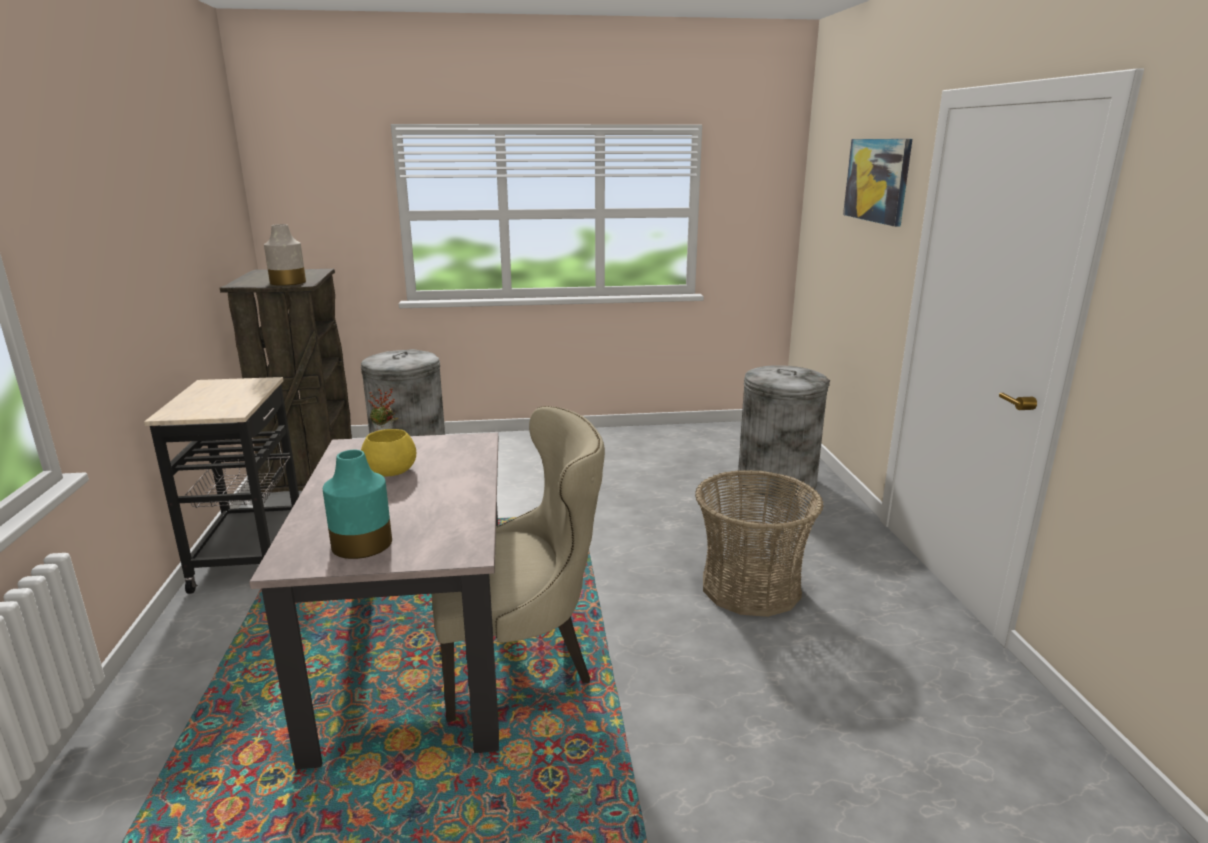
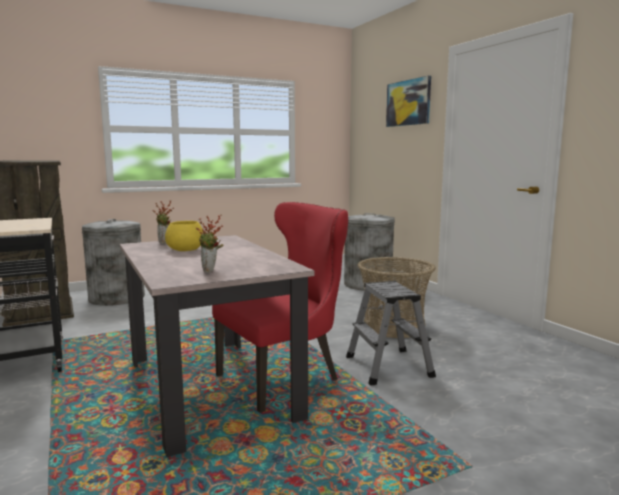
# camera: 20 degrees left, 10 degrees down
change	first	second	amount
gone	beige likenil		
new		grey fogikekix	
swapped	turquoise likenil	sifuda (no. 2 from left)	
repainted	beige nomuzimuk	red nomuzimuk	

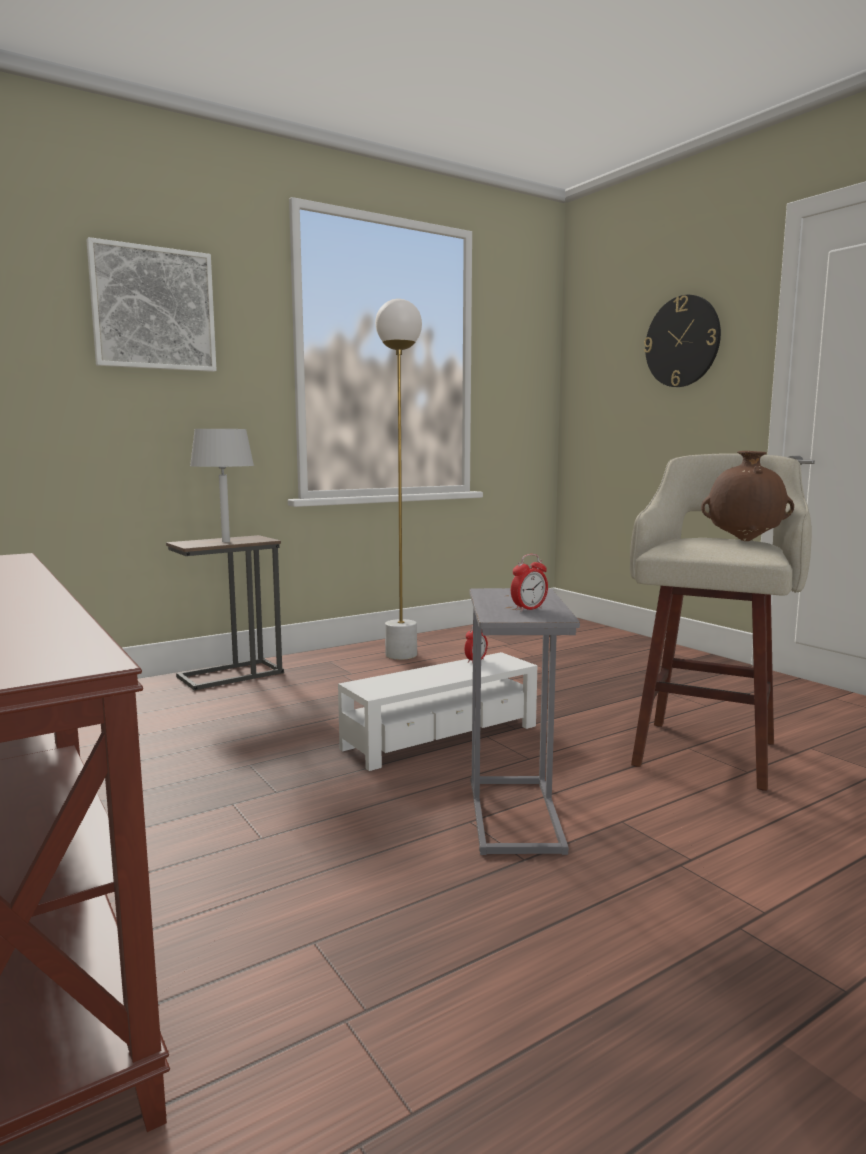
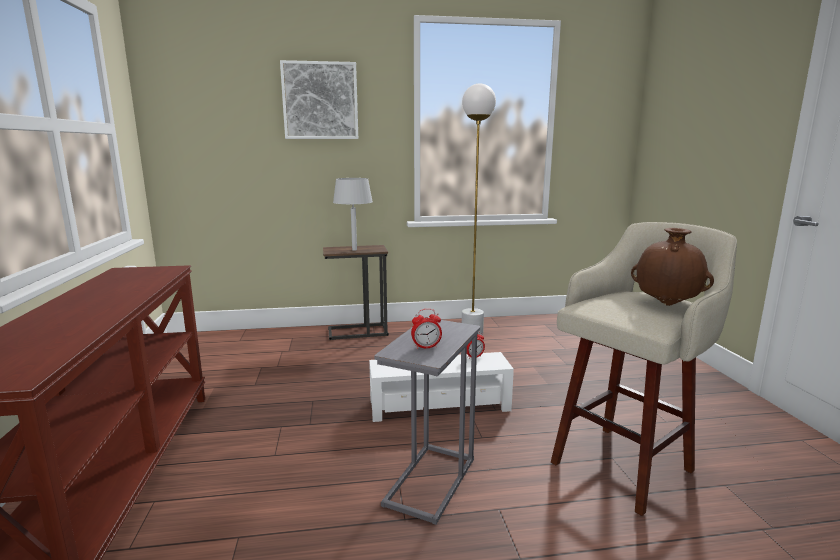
# camera: 25 degrees right, 5 degrees up
change	first	second	amount
gone	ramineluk		

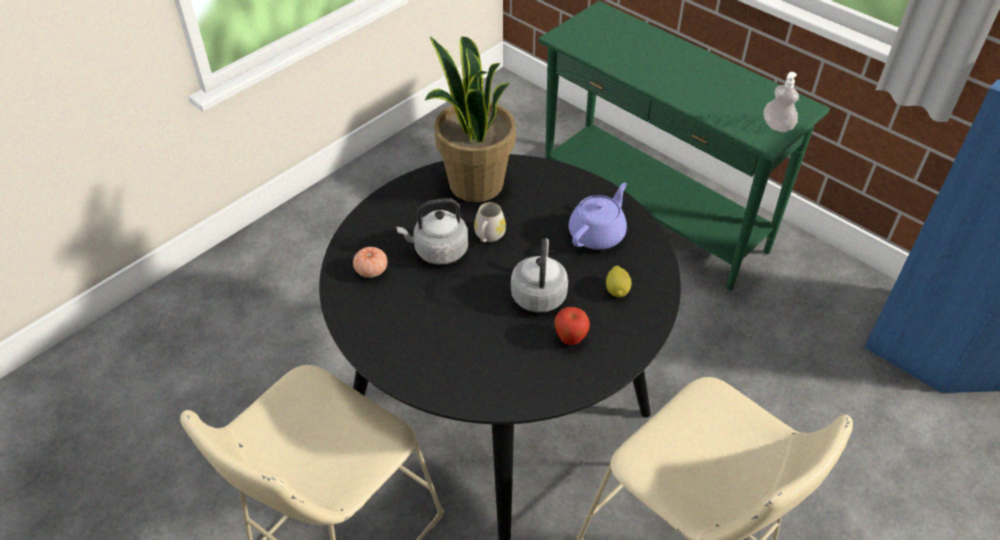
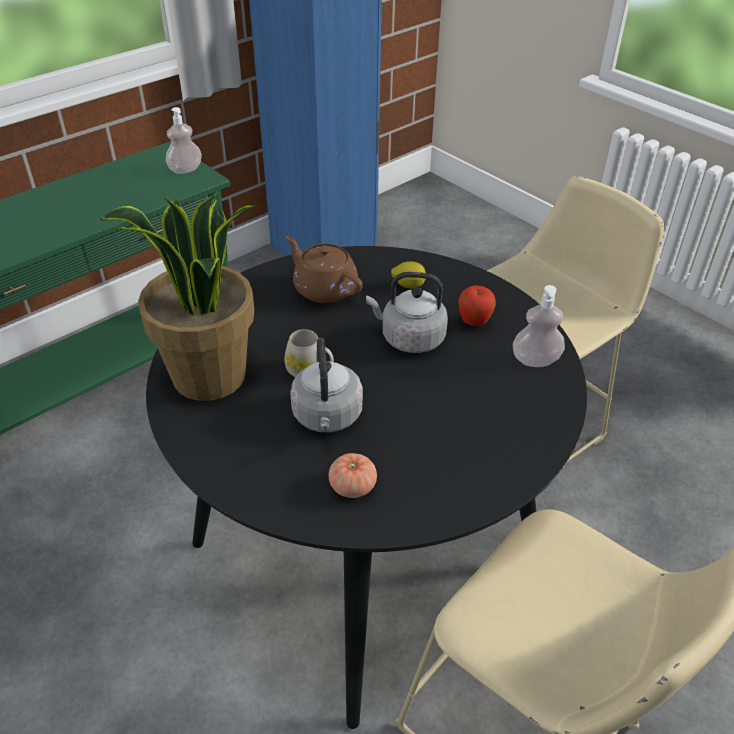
# camera: 85 degrees left, 5 degrees down
change	first	second	amount
new		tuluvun (no. 2 from left)	
repainted	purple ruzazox	brown ruzazox	

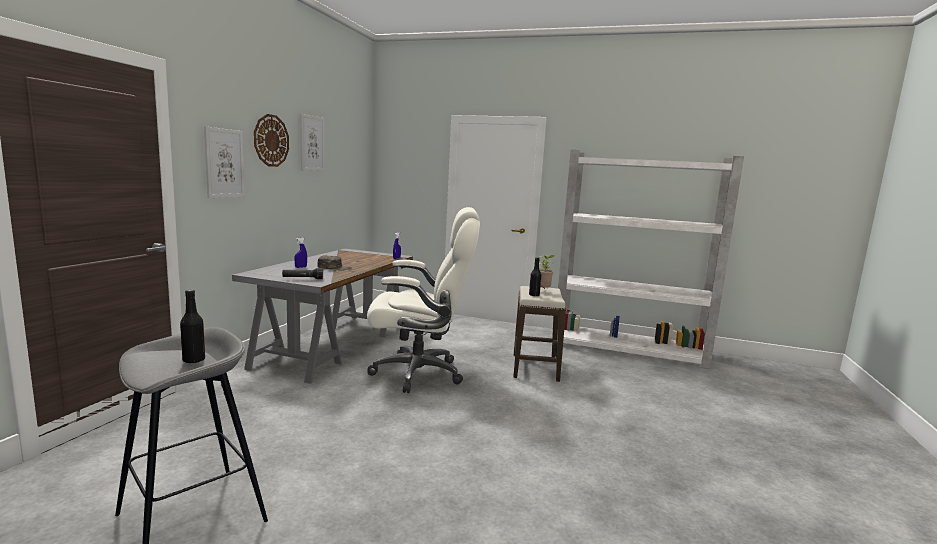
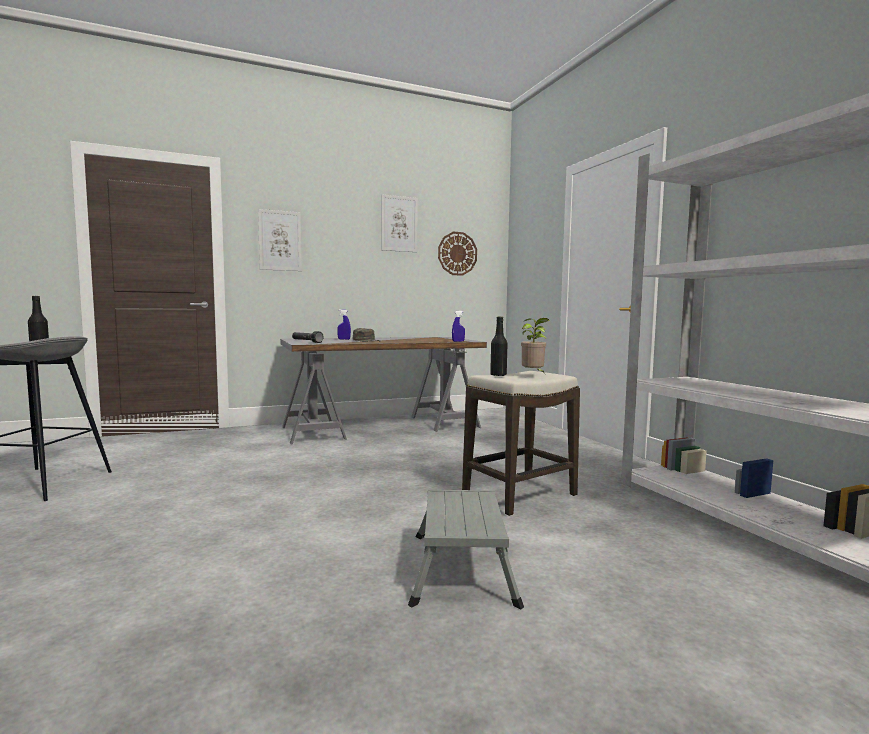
# camera: 50 degrees right, 5 degrees down
change	first	second	amount
gone	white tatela		
new		grey fogikekix	
shifted	ramineluk		

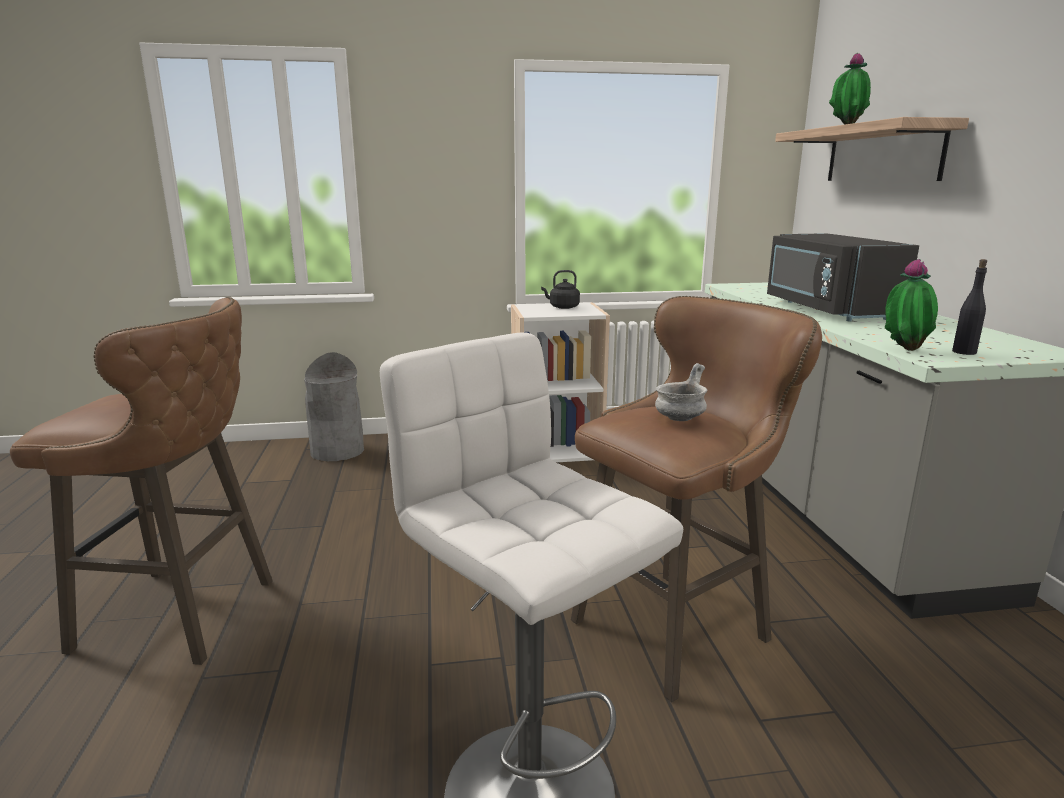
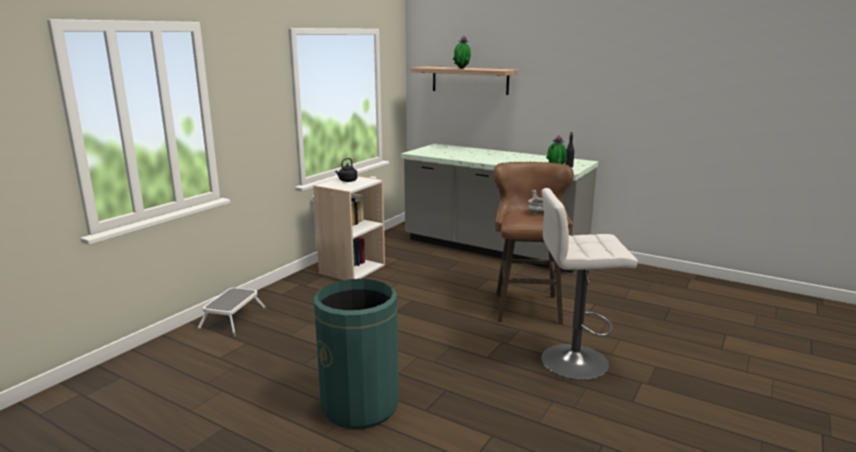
# camera: 50 degrees left, 0 degrees up
change	first	second	amount
gone	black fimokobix		
swapped	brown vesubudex (no. 1 from left)	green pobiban	
swapped	grey pobiban	grey fogikekix	

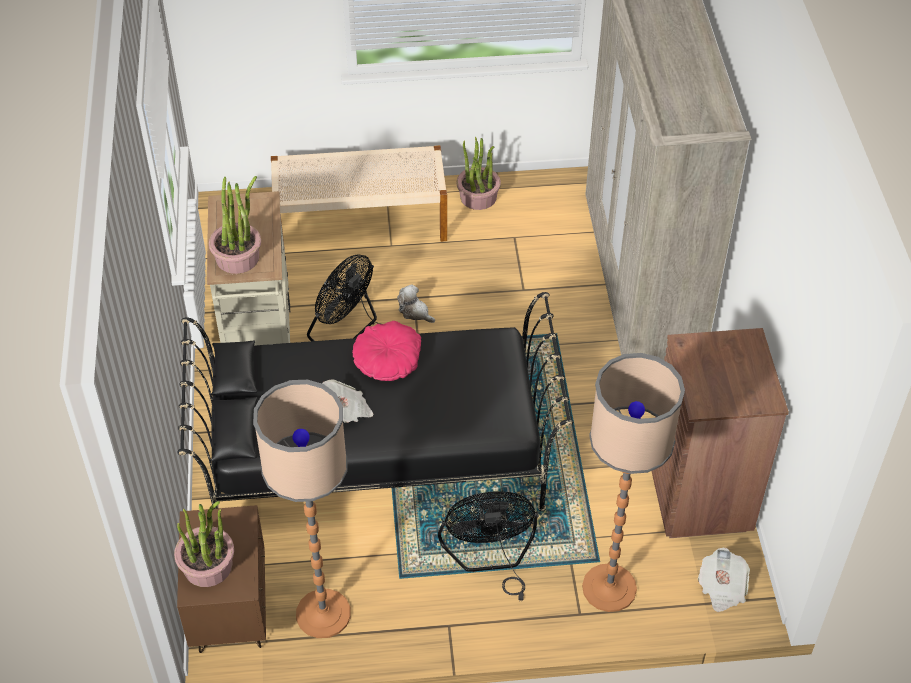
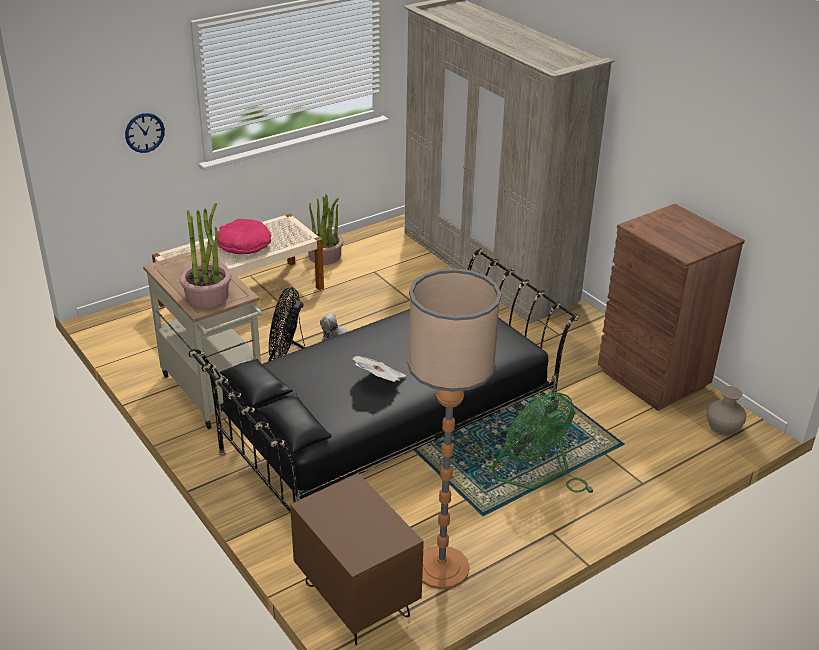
# camera: 30 degrees left, 15 degrees down
change	first	second	amount
gone	sifuda (no. 1 from left)		
gone	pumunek (no. 2 from left)		
new		ramineluk	
shifted	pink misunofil		
swapped	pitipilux (no. 2 from left)	beige likenil	
repainted	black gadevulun (no. 2 from left)	green gadevulun	

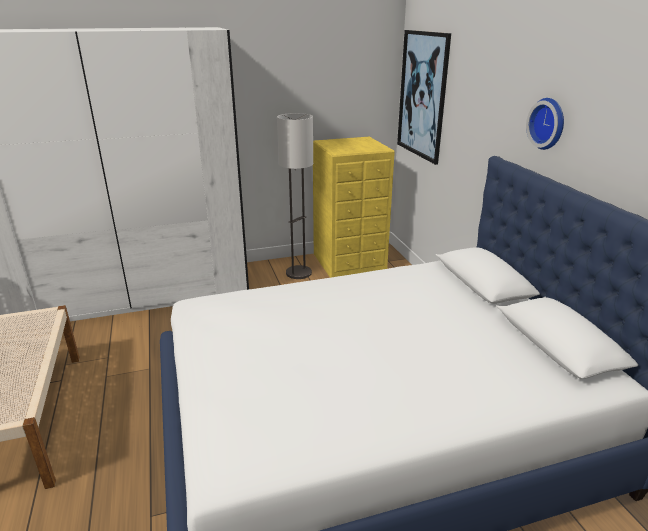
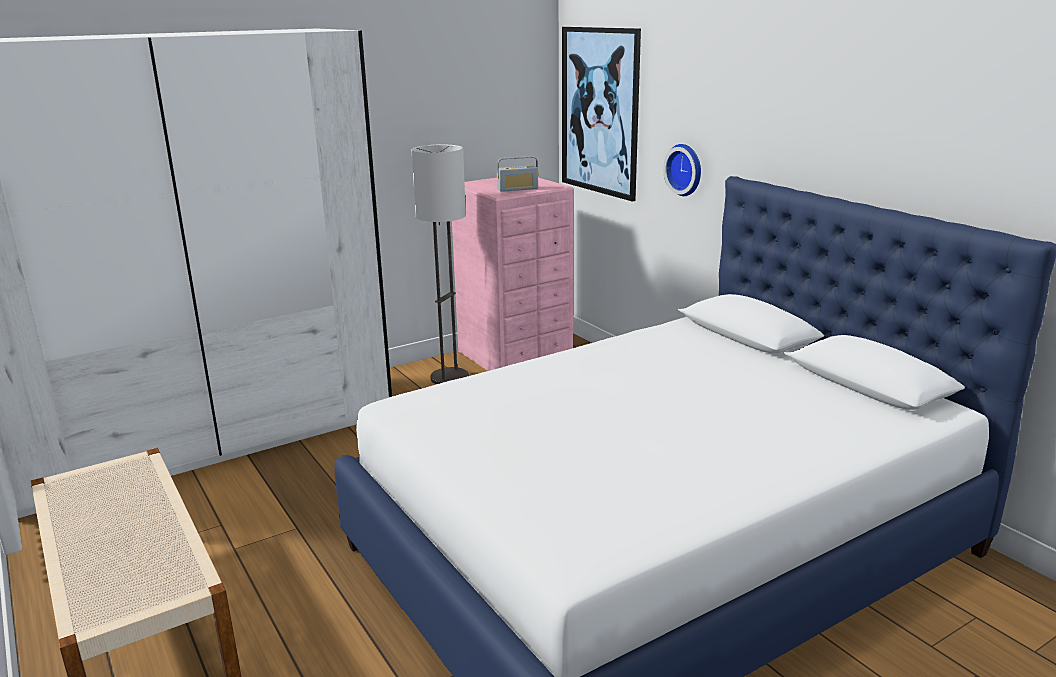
# camera: 15 degrees left, 5 degrees down
change	first	second	amount
new		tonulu	
shifted	ramineluk		
repainted	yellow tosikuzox	pink tosikuzox	

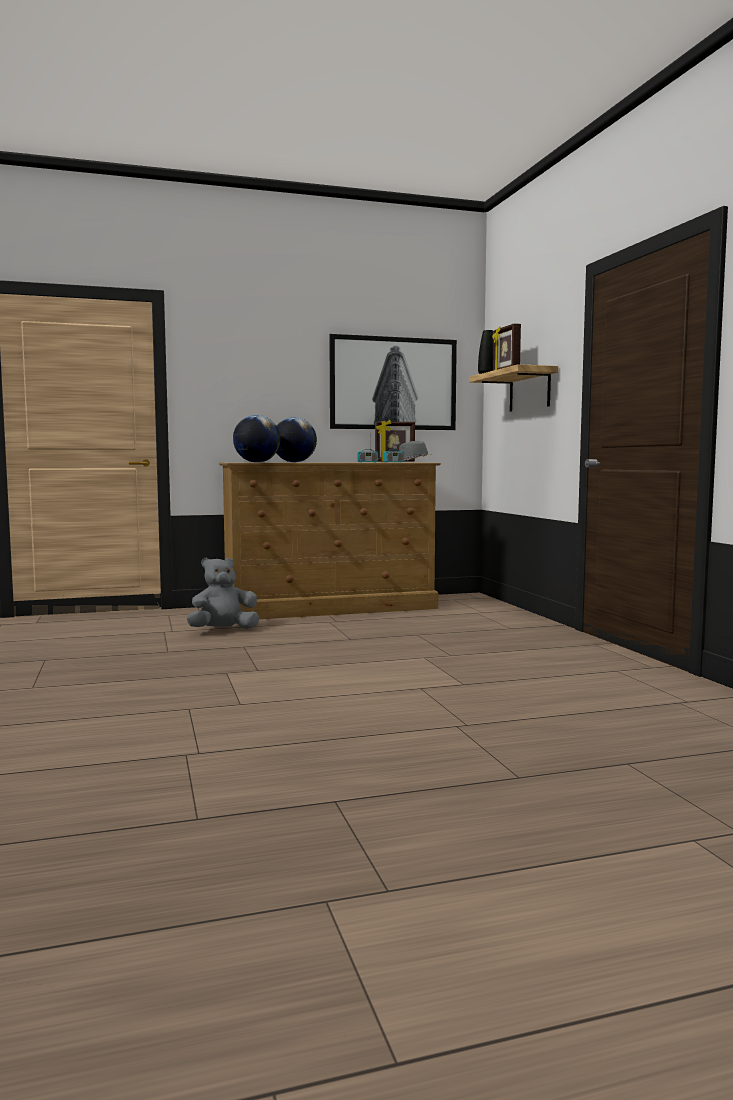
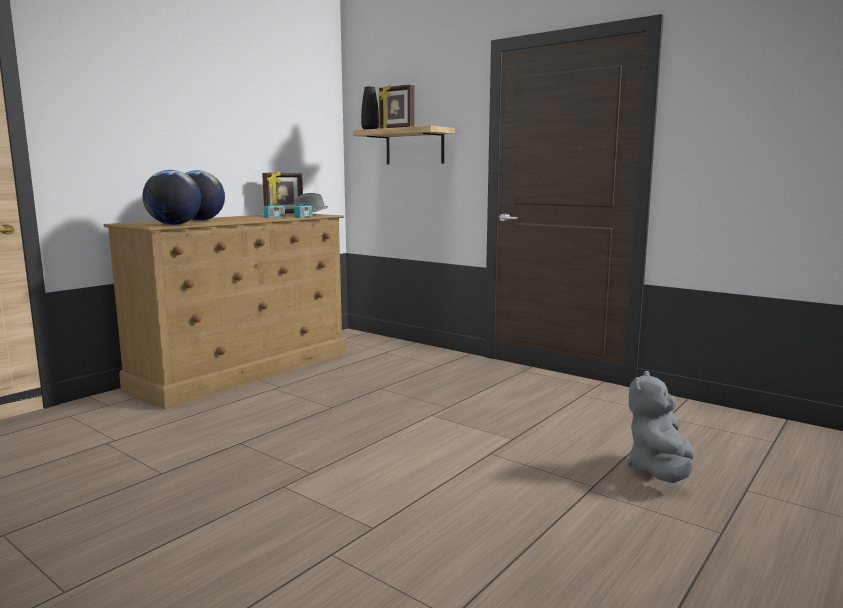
# camera: 35 degrees left, 5 degrees up
change	first	second	amount
gone	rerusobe		
shifted	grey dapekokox		

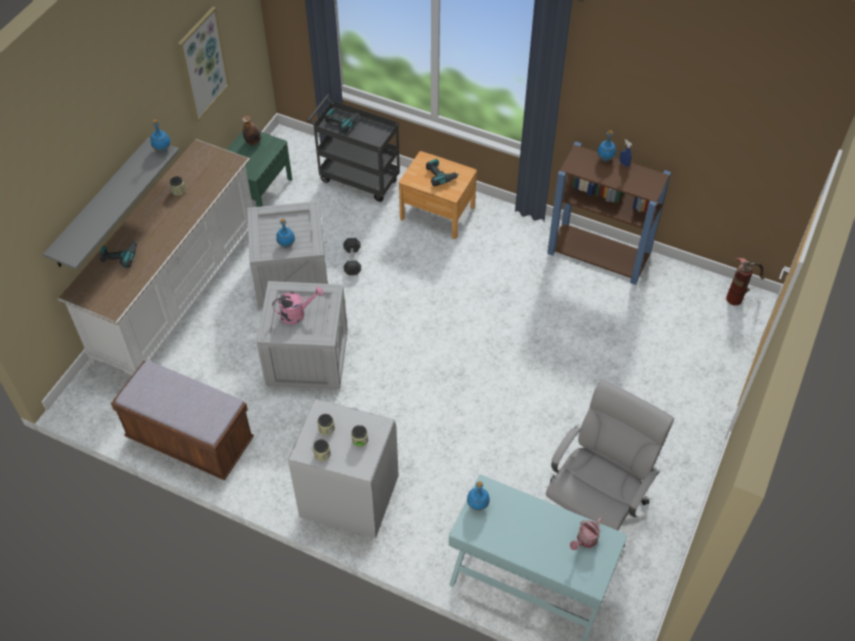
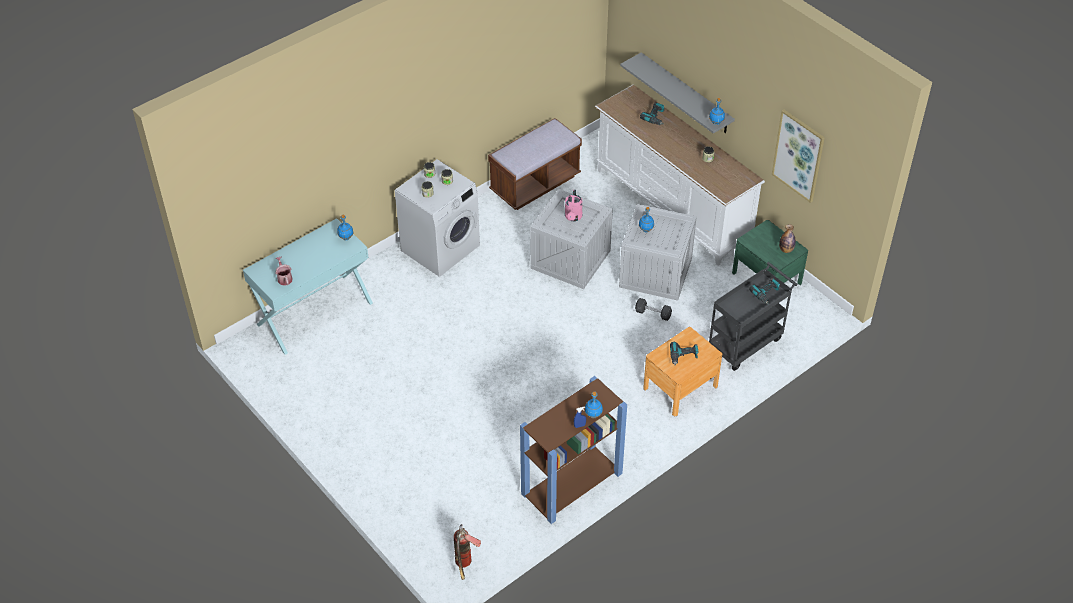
# camera: 115 degrees right, 5 degrees down
change	first	second	amount
gone	grey tatela		

